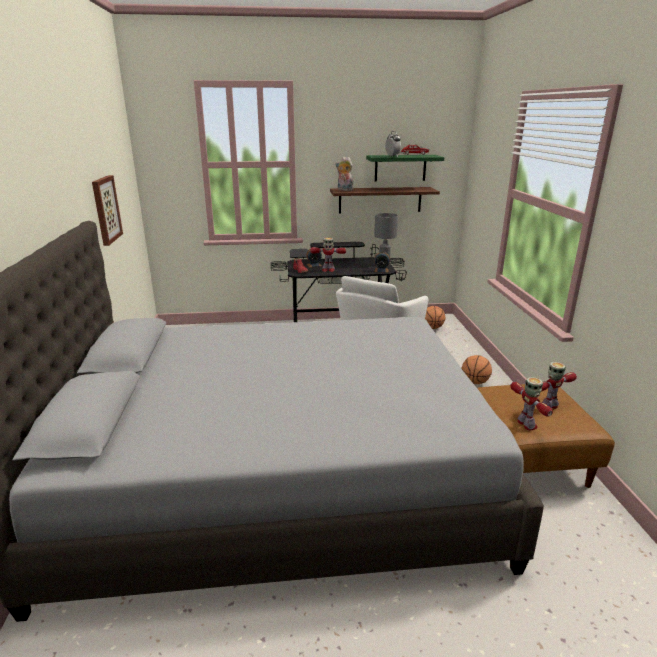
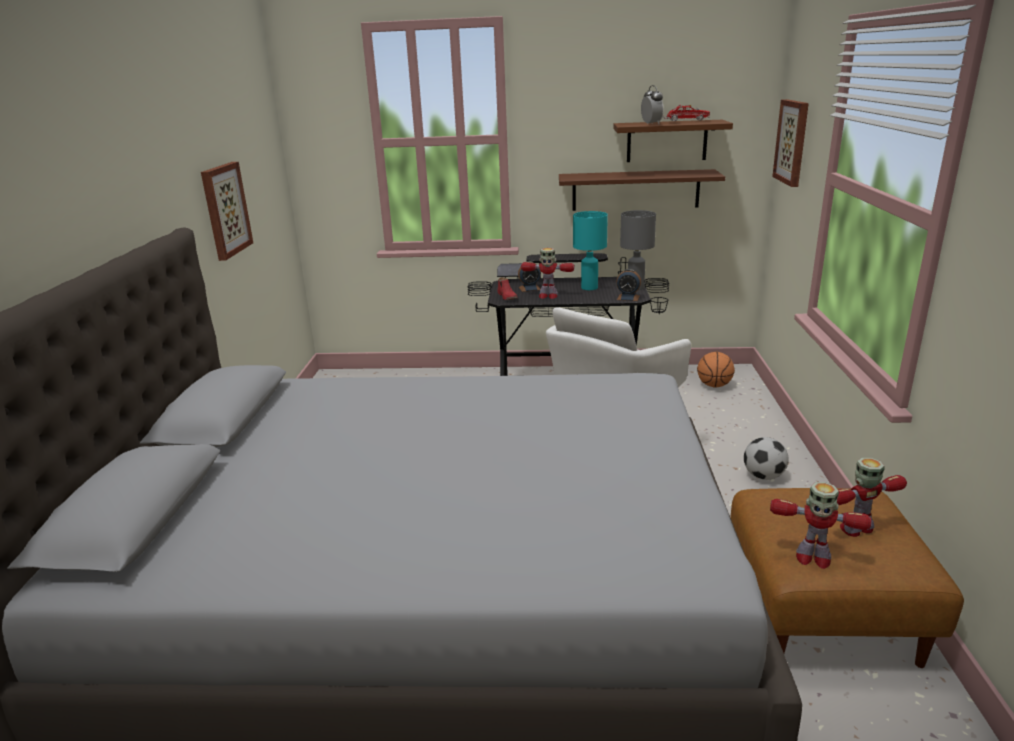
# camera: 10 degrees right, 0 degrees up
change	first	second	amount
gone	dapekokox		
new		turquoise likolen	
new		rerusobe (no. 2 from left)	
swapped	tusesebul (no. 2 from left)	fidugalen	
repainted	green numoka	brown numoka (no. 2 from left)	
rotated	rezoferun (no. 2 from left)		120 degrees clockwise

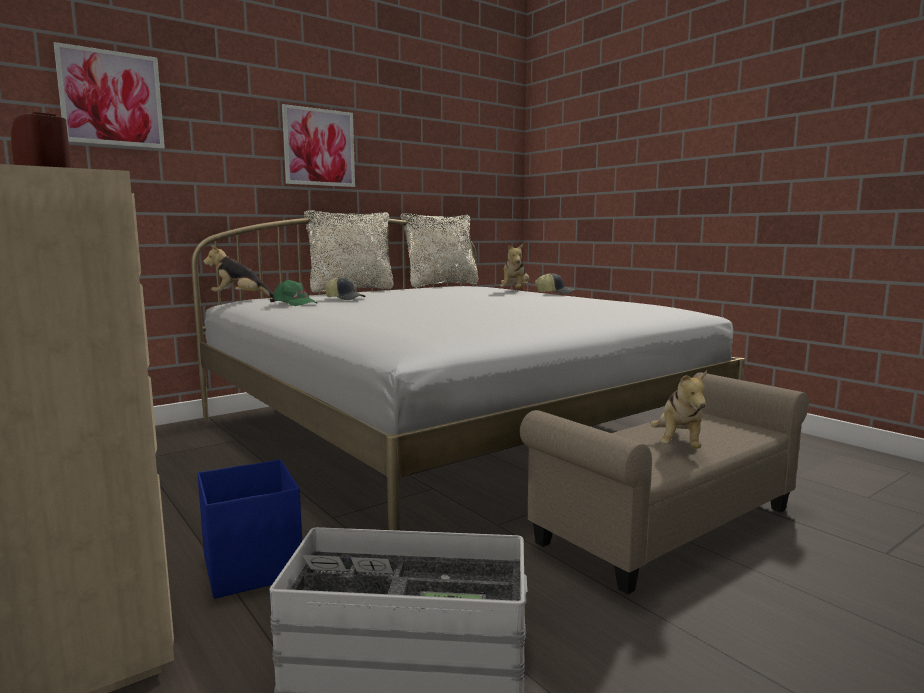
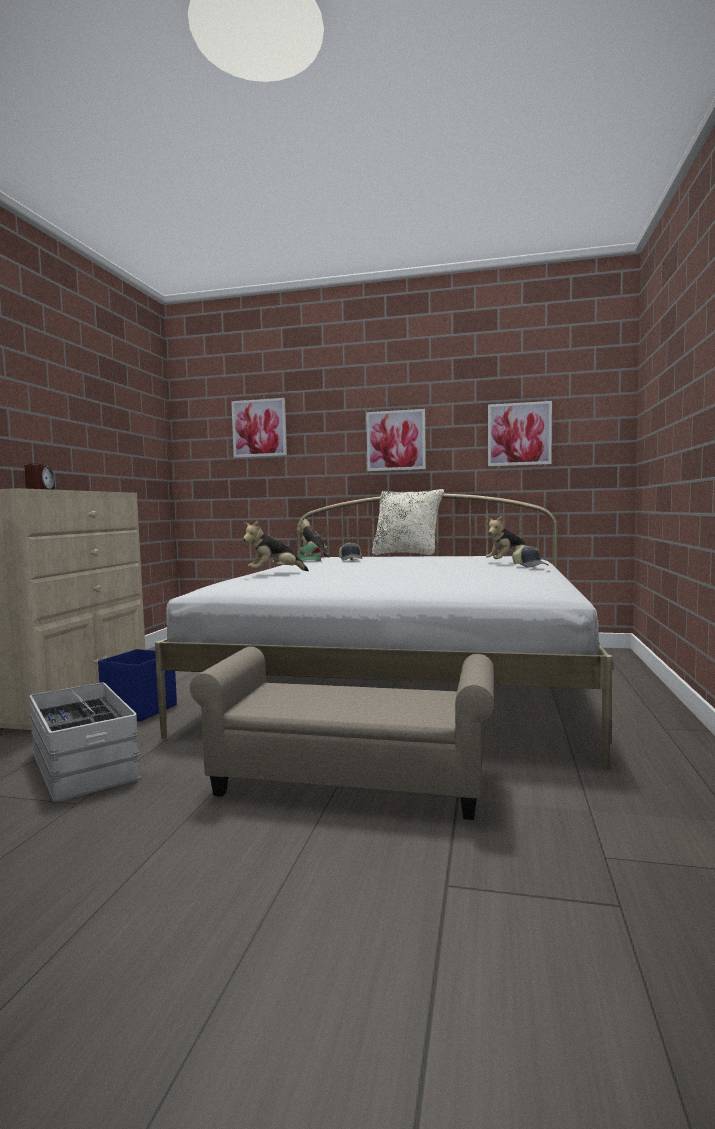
# camera: 50 degrees right, 5 degrees down
change	first	second	amount
gone	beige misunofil (no. 2 from left)		
new		rerusobe (no. 3 from left)	
shifted	dapekokox (no. 3 from left in the first image)	dapekokox (no. 1 from left)	

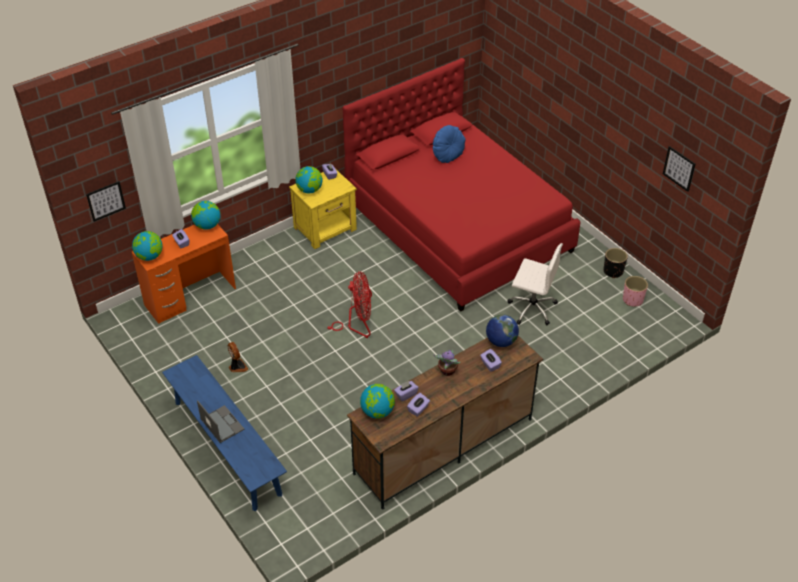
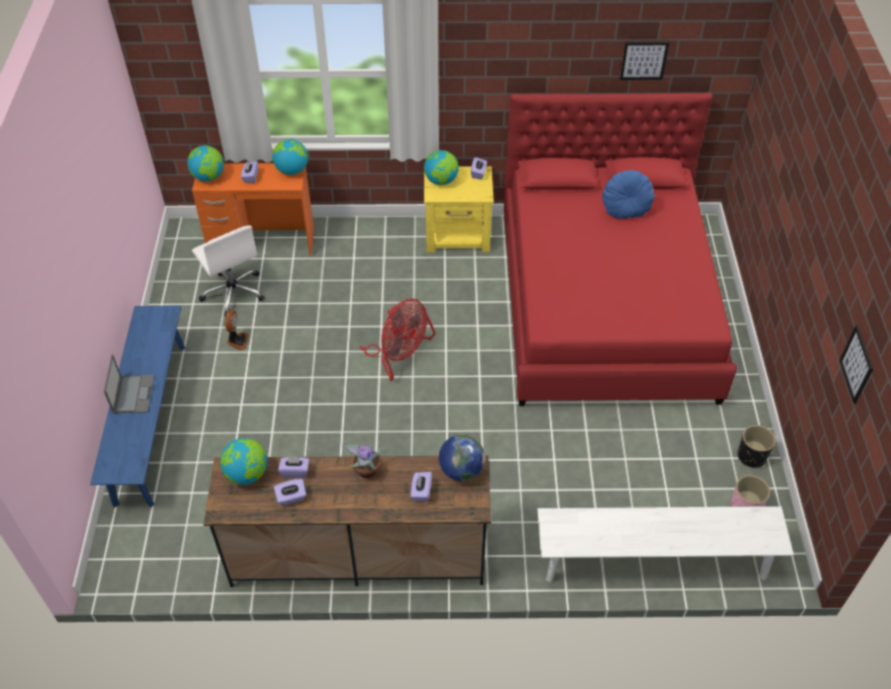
# camera: 35 degrees right, 5 degrees up
change	first	second	amount
new		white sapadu	
shifted	rerusobe (no. 1 from left)		
shifted	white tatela		

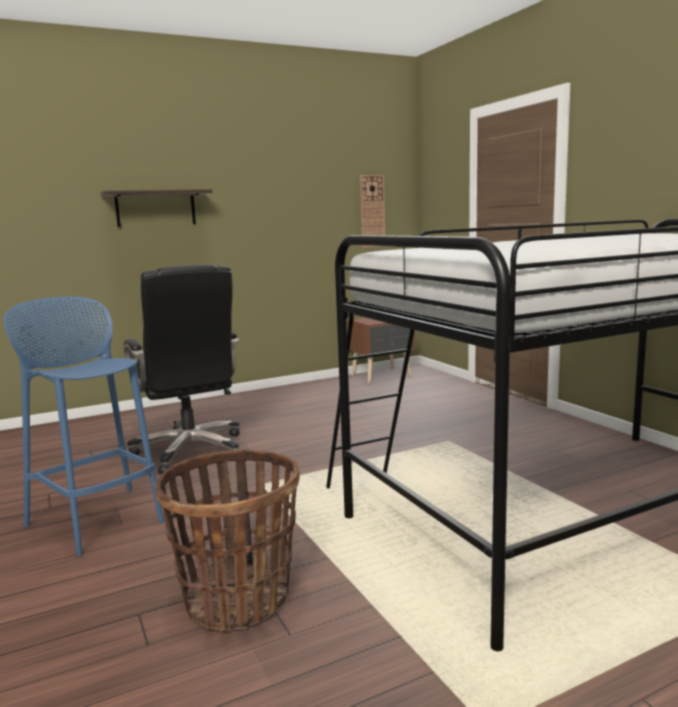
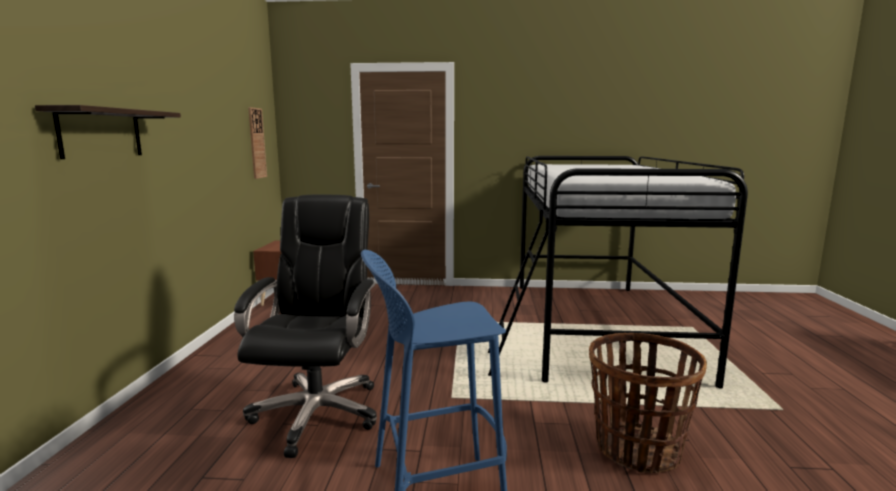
# camera: 60 degrees left, 0 degrees up
change	first	second	amount
rotated	black tatela		90 degrees counterclockwise

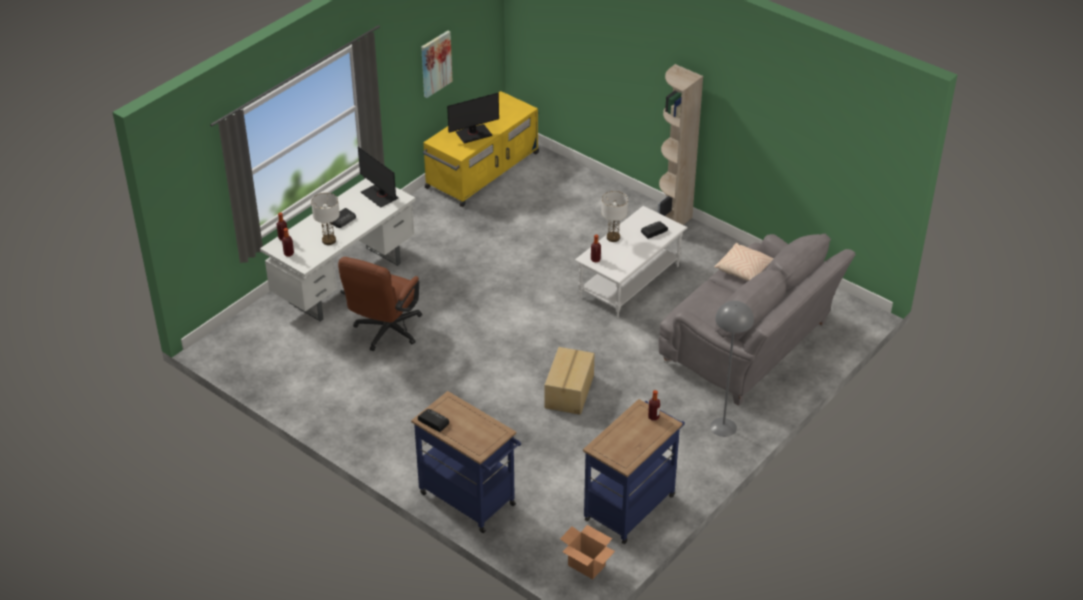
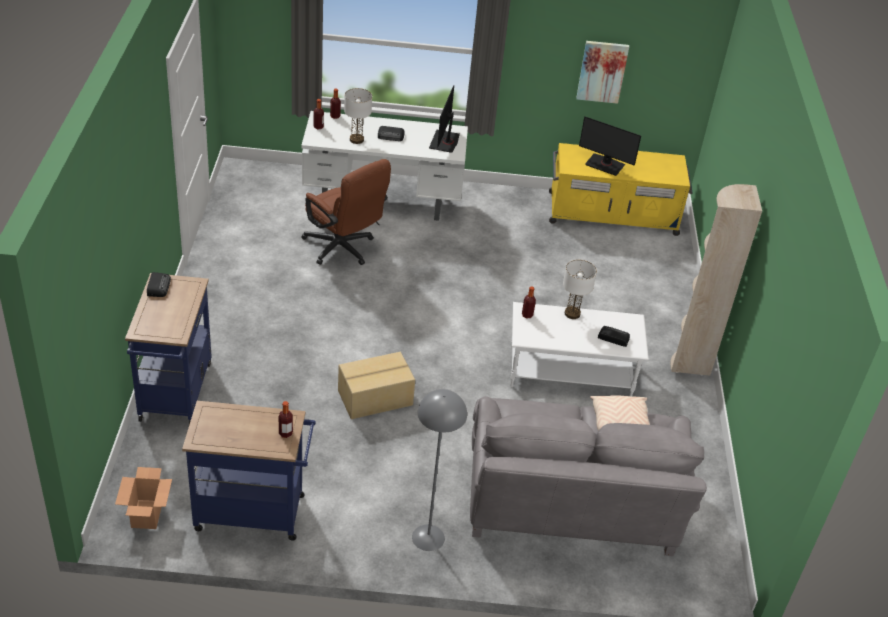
# camera: 50 degrees right, 0 degrees up
change	first	second	amount
rotated	brown tatela		120 degrees counterclockwise

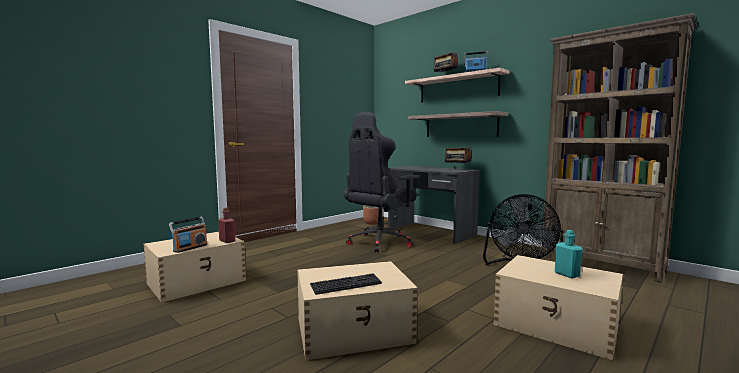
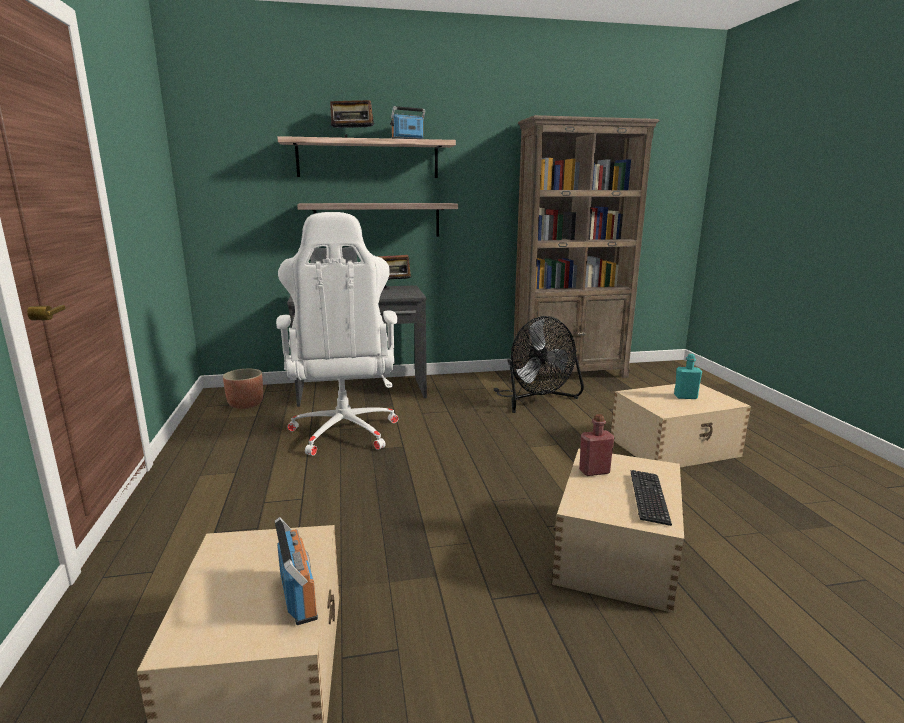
# camera: 55 degrees left, 10 degrees up
change	first	second	amount
shifted	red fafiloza		
repainted	black tatela	white tatela	

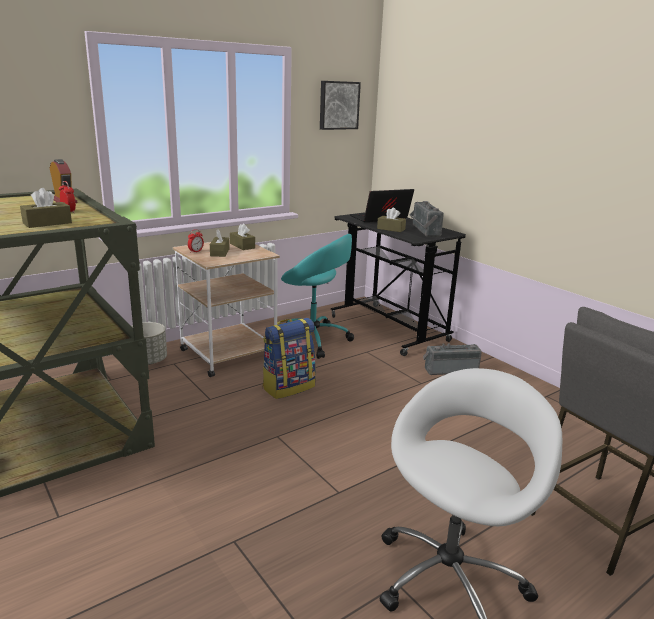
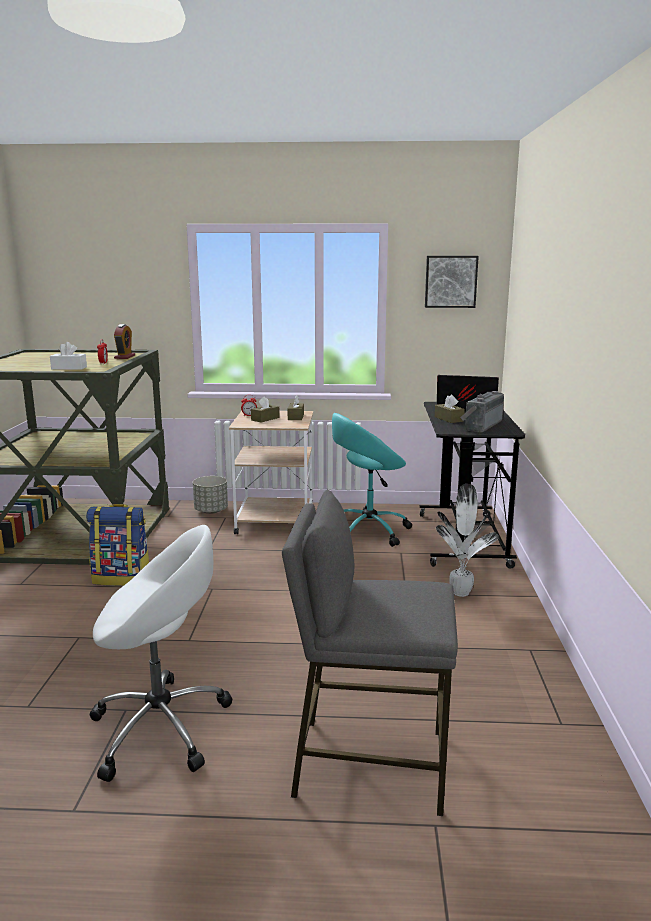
# camera: 40 degrees right, 5 degrees down
change	first	second	amount
shifted	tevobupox		
swapped	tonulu (no. 2 from left)	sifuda	
repainted	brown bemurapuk (no. 1 from left)	white bemurapuk	
rotated	turquoise tatela		90 degrees clockwise

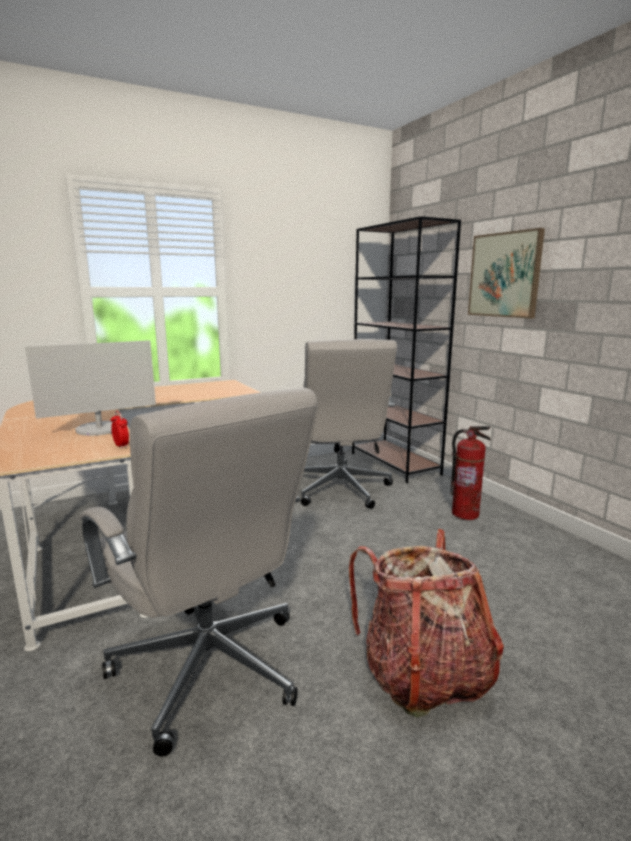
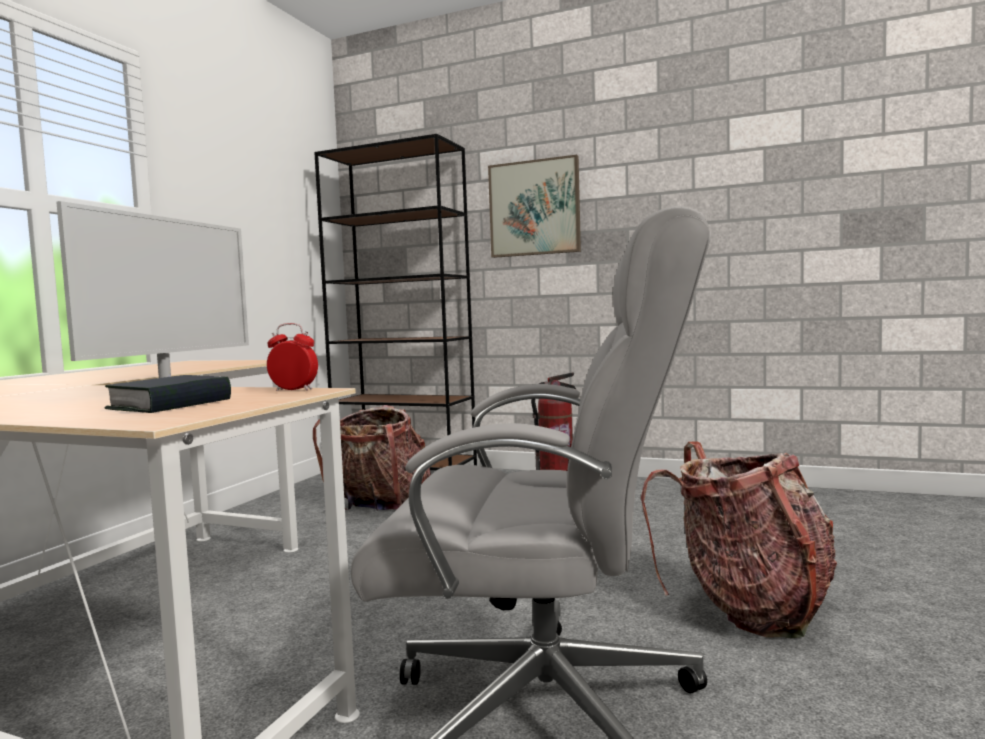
# camera: 40 degrees left, 10 degrees down
change	first	second	amount
new		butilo	
swapped	grey tatela (no. 2 from left)	tevobupox (no. 1 from left)	

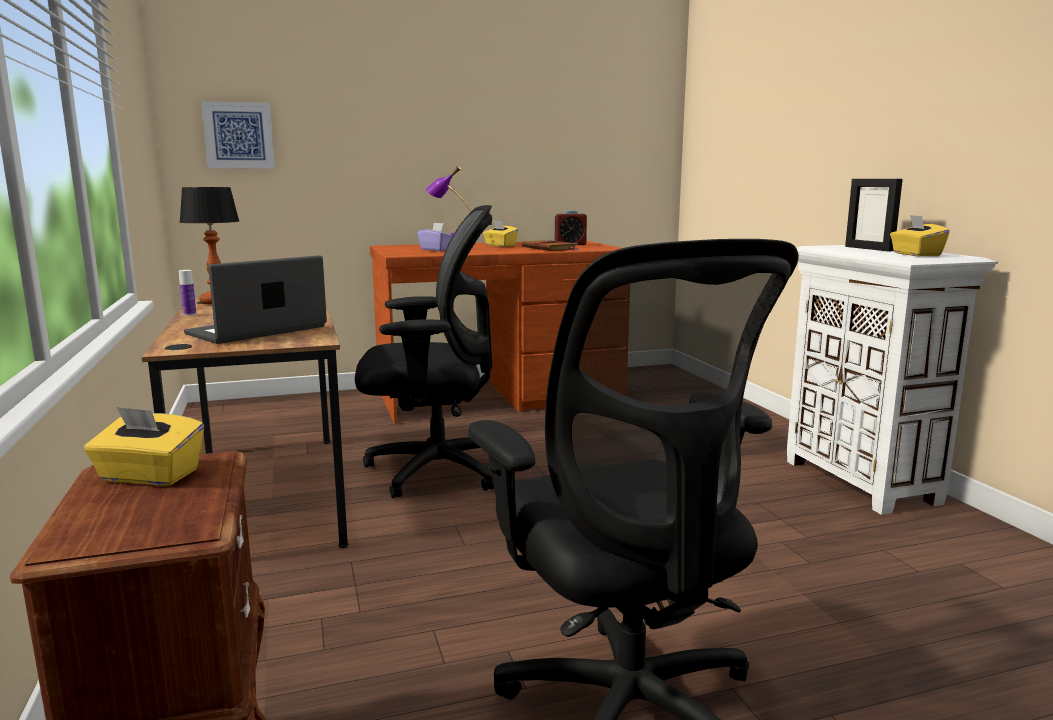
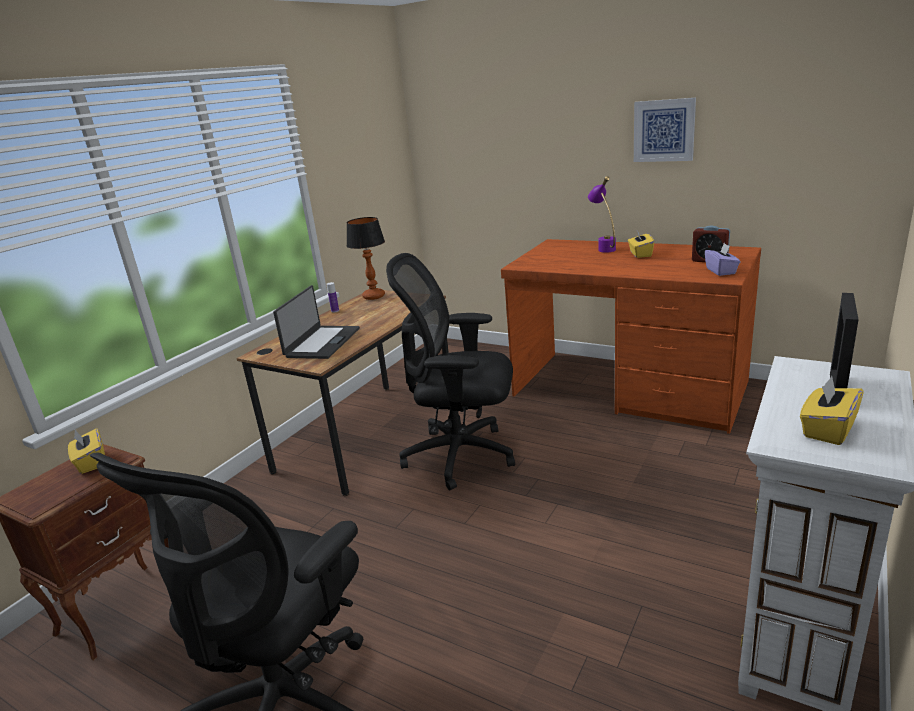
# camera: 50 degrees right, 10 degrees up
change	first	second	amount
gone	brown butilo		
shifted	rerusobe		
shifted	purple bemurapuk		
rotated	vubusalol		105 degrees clockwise
rotated	black tatela (no. 1 from left in the first image)	black tatela (no. 2 from left)	150 degrees clockwise

